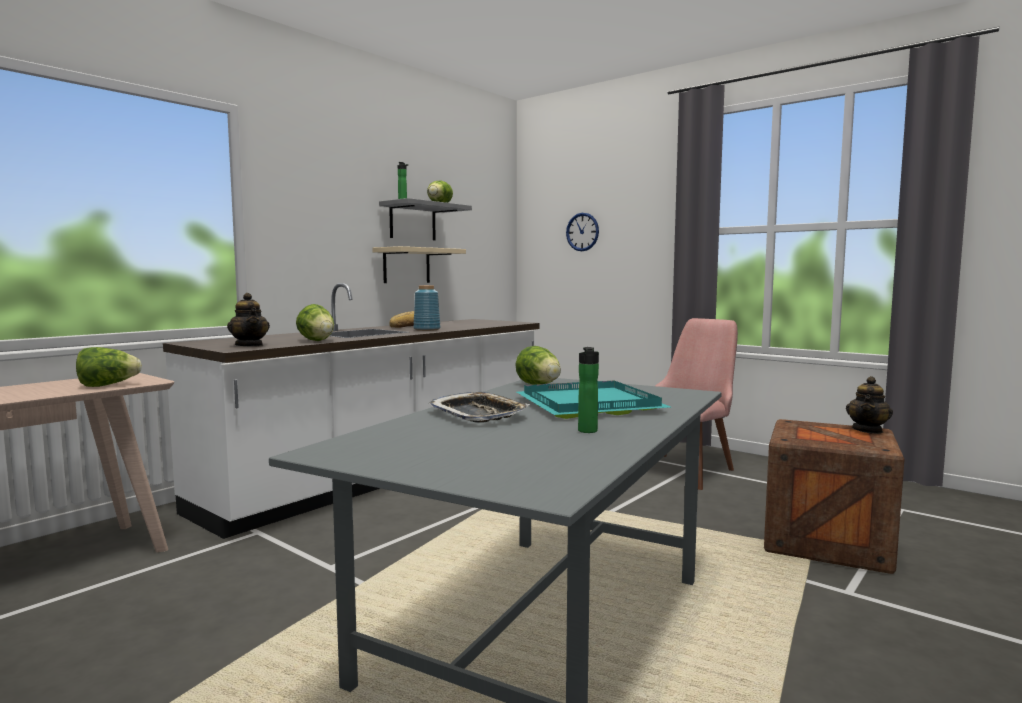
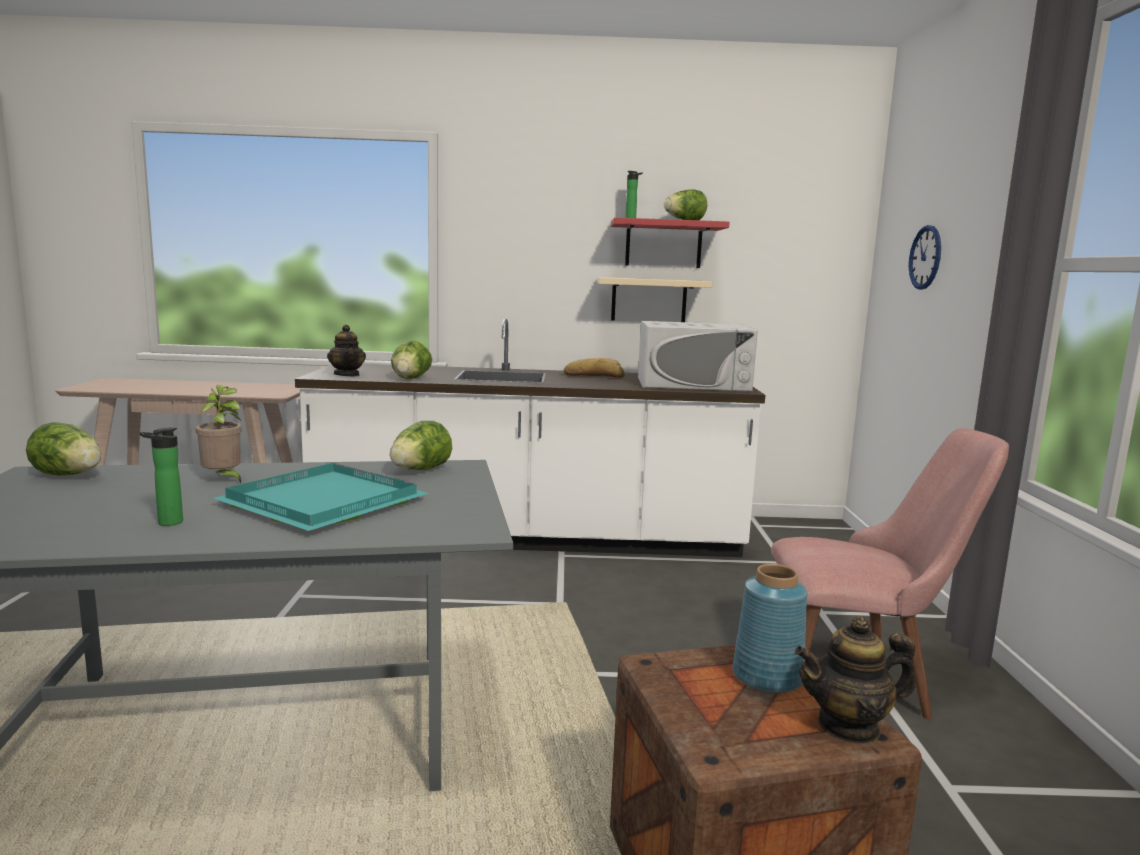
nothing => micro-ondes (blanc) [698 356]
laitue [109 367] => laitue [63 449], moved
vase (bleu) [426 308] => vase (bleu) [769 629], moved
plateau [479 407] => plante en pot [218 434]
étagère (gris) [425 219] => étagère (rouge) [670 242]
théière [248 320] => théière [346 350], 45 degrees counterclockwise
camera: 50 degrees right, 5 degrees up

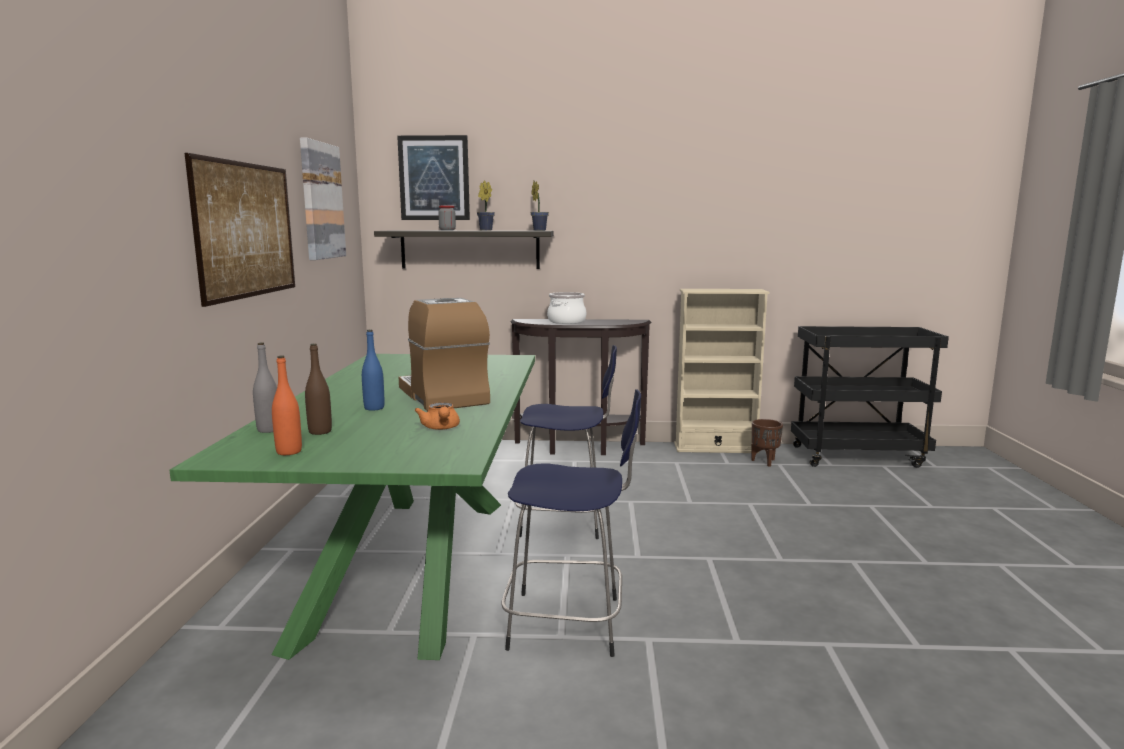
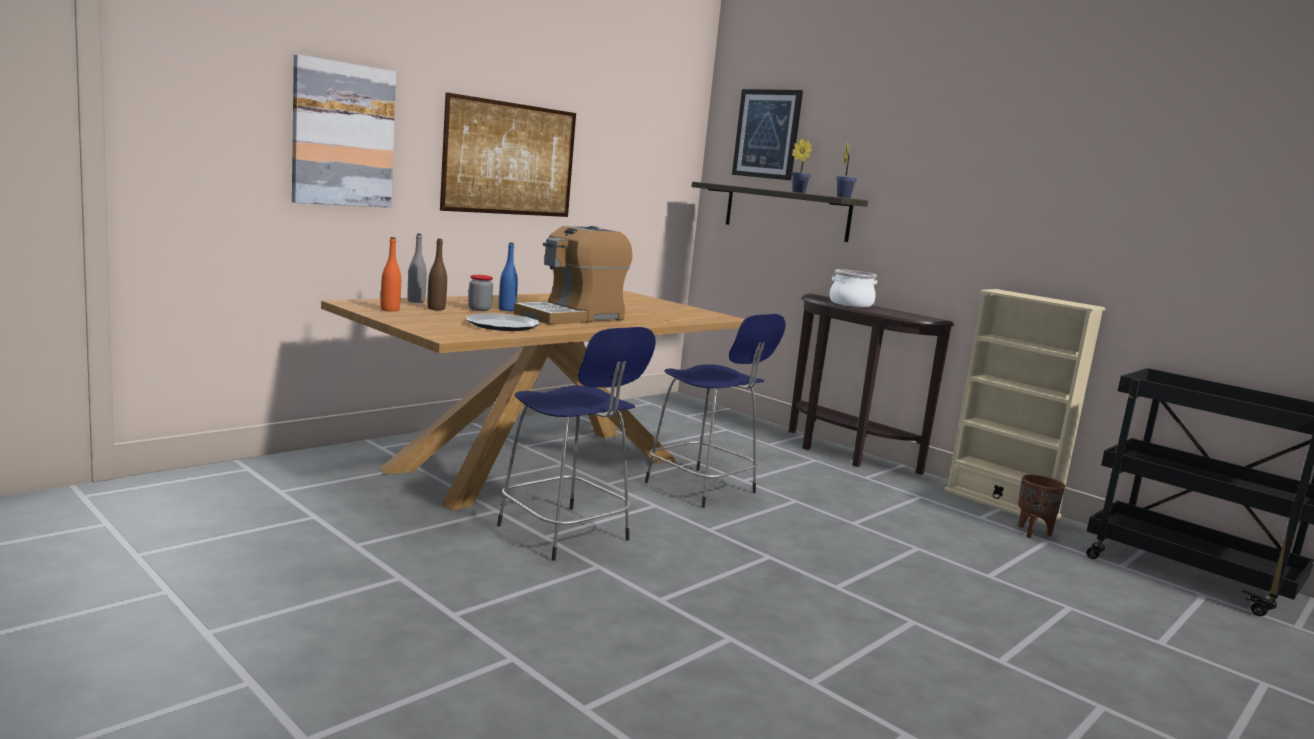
tableau [323 199] => tableau [344 131], moved
bocal [447 218] => bocal [480 293], moved
théière (orange) [437 416] => assiette [503 322]
table à manger (vert) [352 507] => table à manger (marron) [533 401]
machine à café [444 354] => machine à café [573 275], 150 degrees counterclockwise
camera: 40 degrees right, 0 degrees up

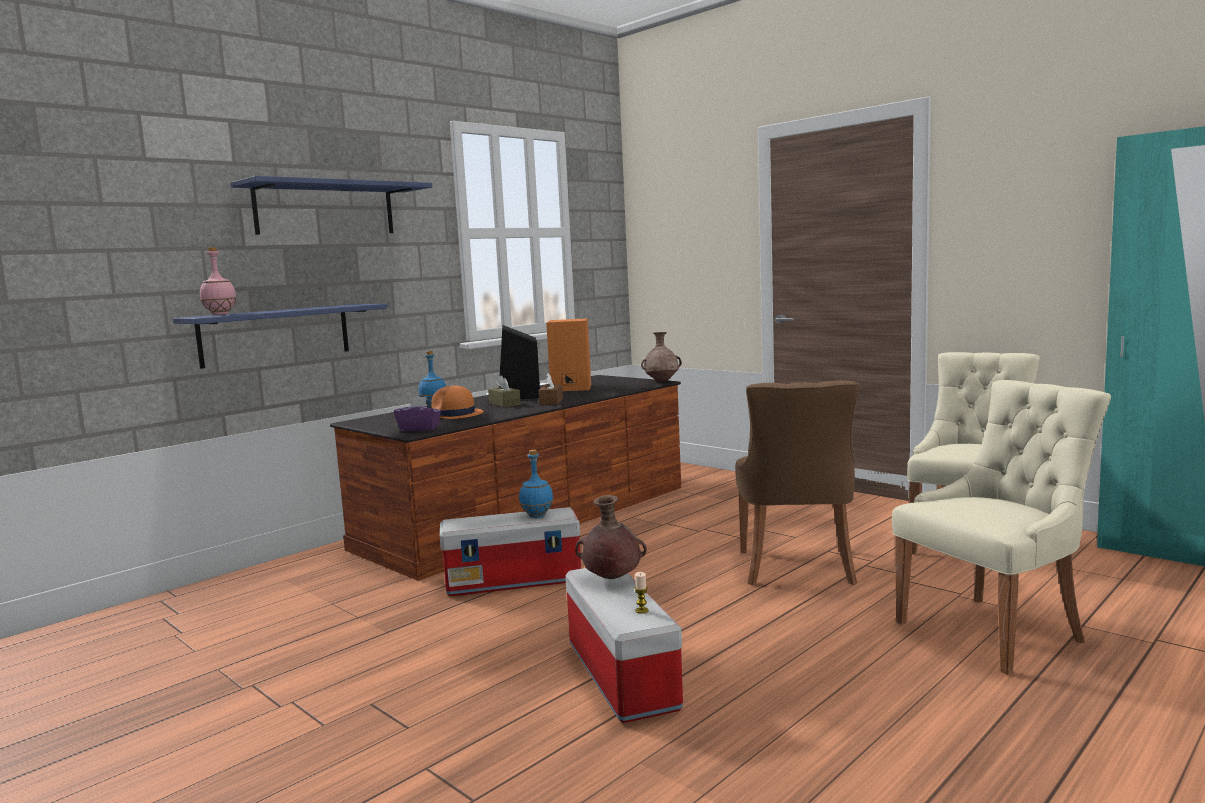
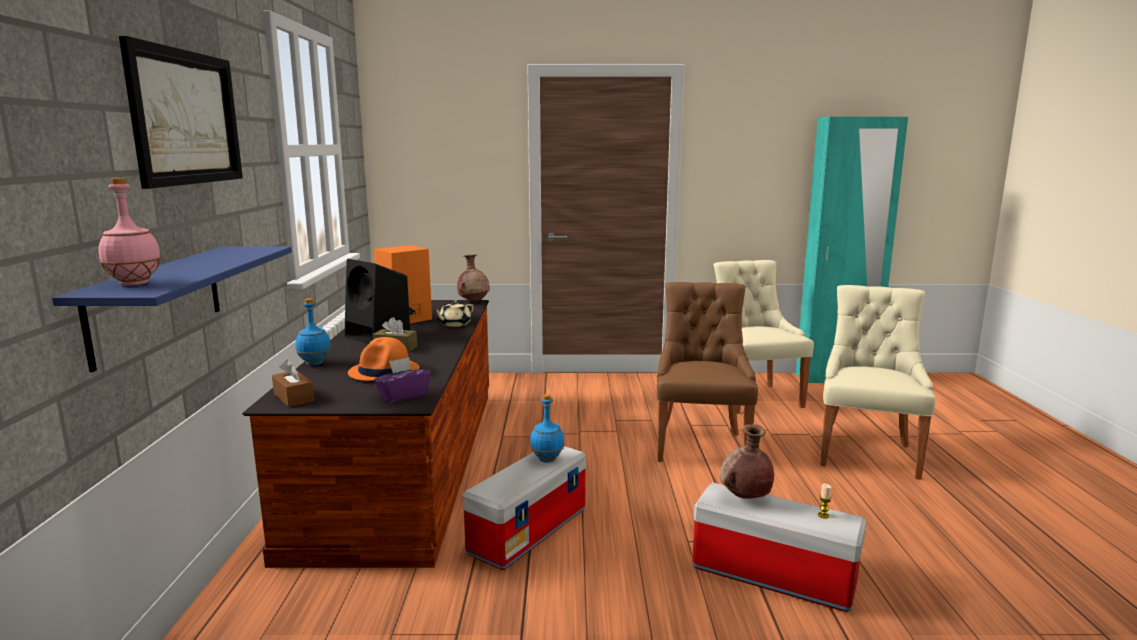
nothing => théière (beige) [453 313]
boîte à mouchoirs (marron) [551 389] => boîte à mouchoirs (marron) [293 383], moved
étagère (bleu) [331 205] => tableau [181 112]
chaise (marron) [797 482] => chaise (marron) [707 372], 135 degrees counterclockwise
camera: 45 degrees left, 5 degrees up

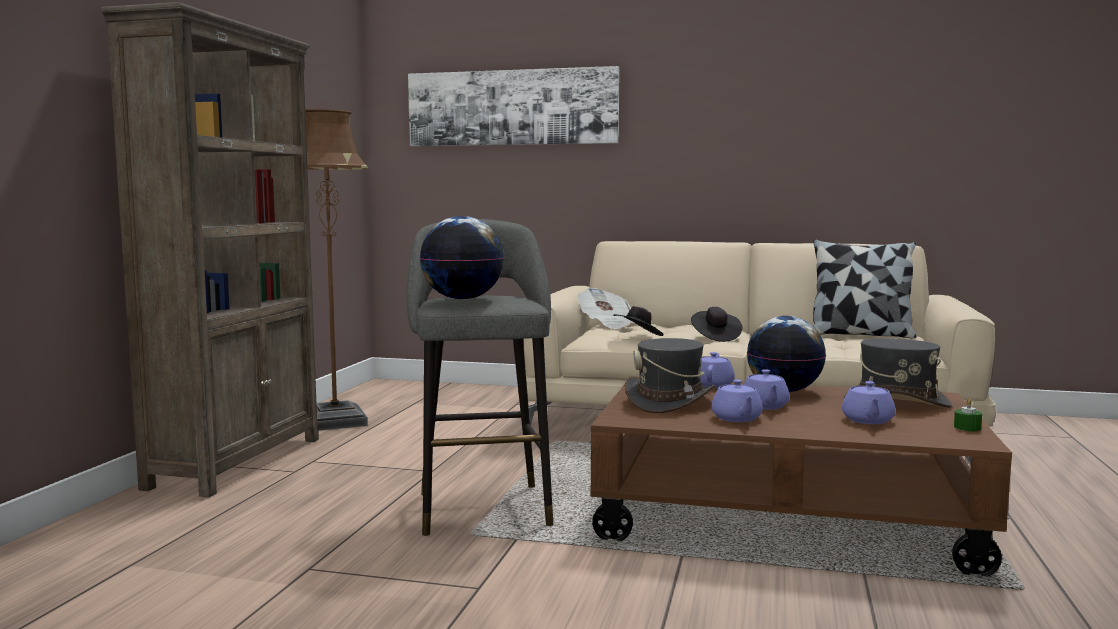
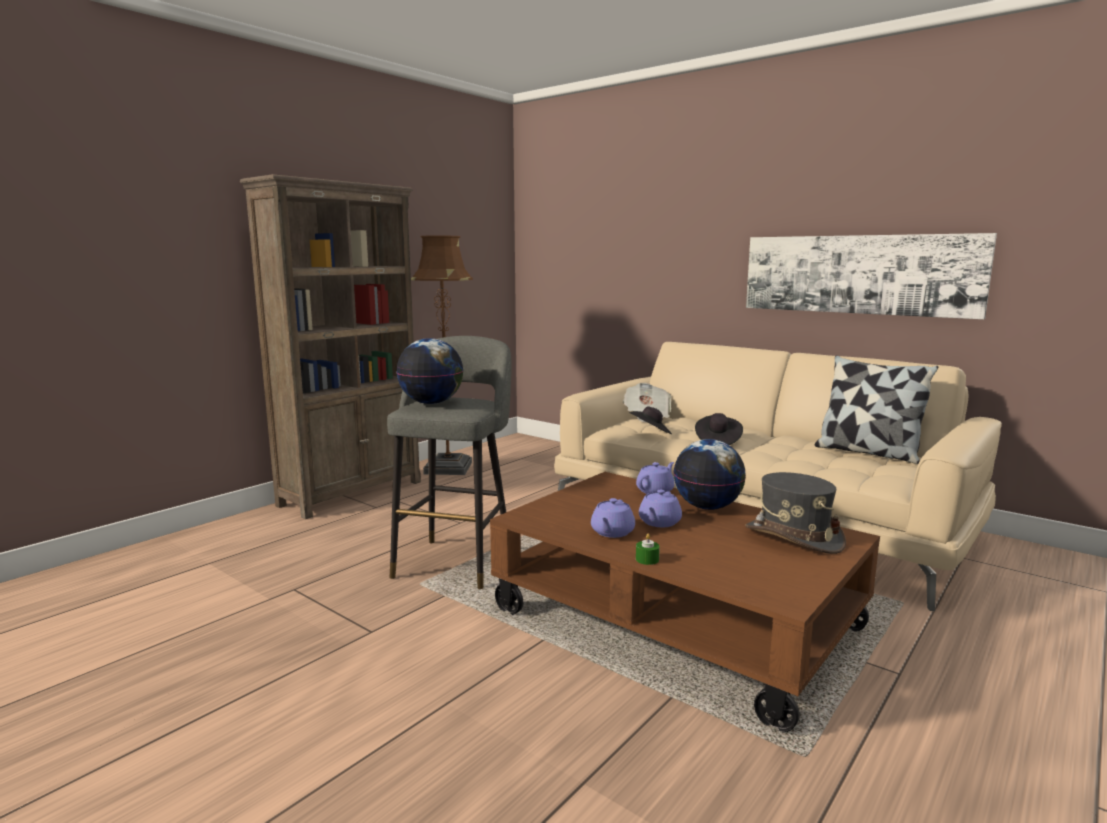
chapeau (gris) [670 375] => nothing
théière (violet) [869 402] => nothing
tableau [513 106] => tableau [871 276], moved
bougie (vert) [968 415] => bougie (vert) [648 549], moved
camera: 25 degrees right, 5 degrees up

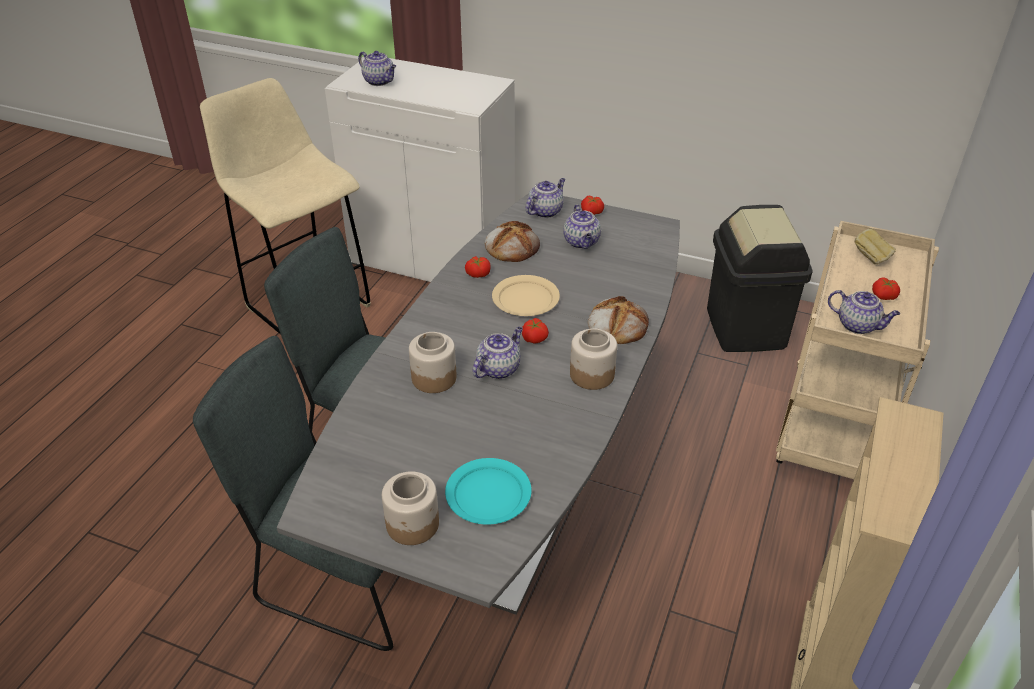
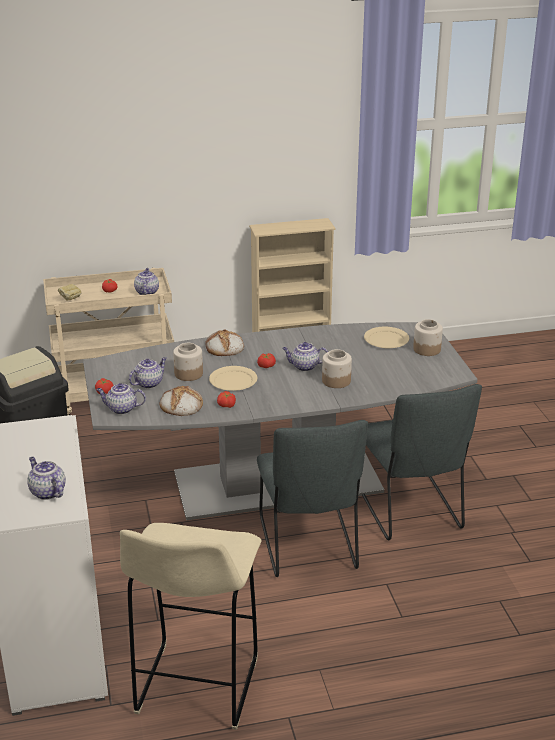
bocal [593 359] => bocal [188 362], moved
assiette (turquoise) [488 491] => assiette (beige) [386 337]
théière [377 68] => théière [46 478], 45 degrees counterclockwise
camera: 125 degrees left, 10 degrees down

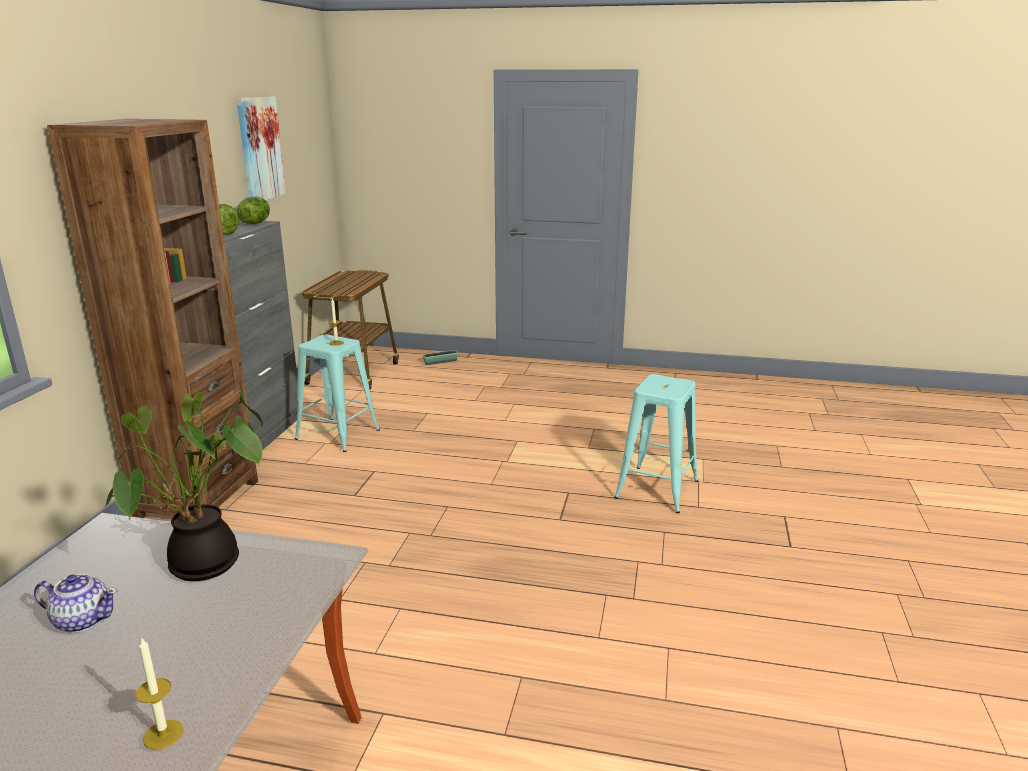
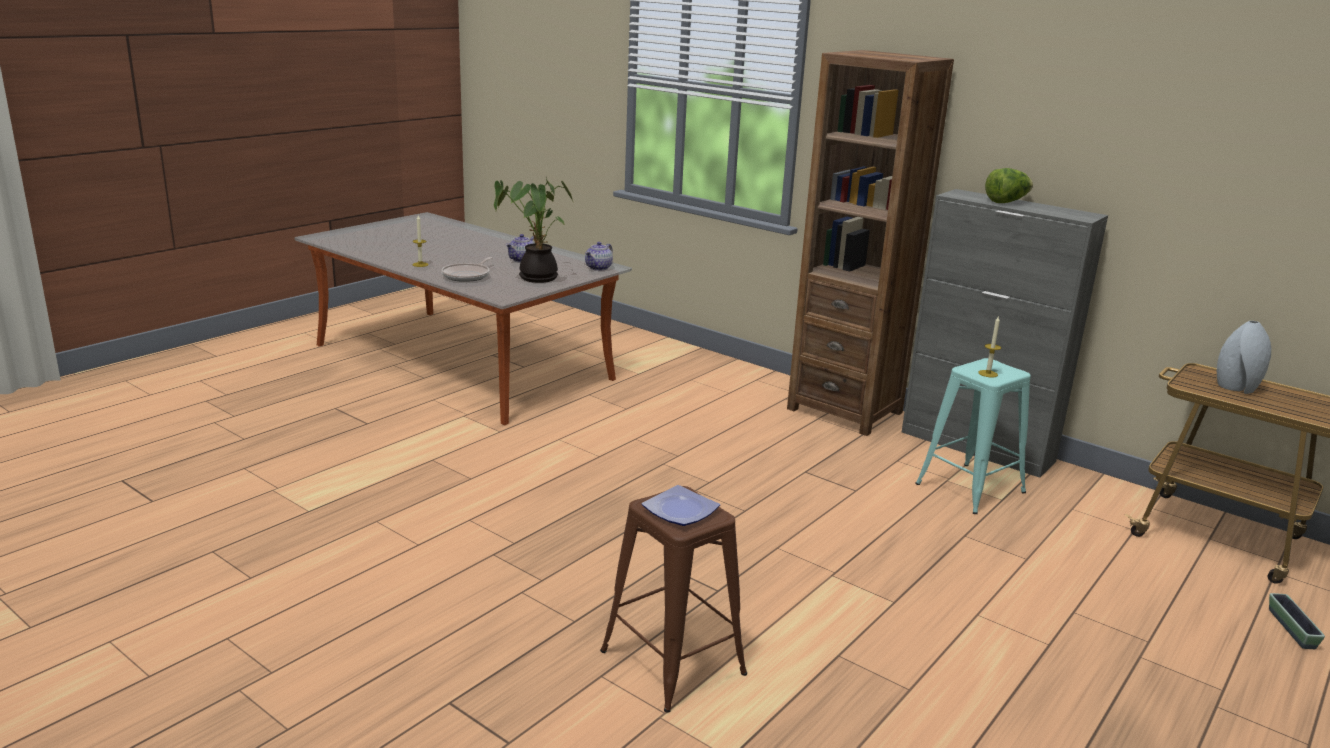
tableau [261 148] => nothing
laitue [253 210] => nothing
nothing => poêle [467 269]
nothing => théière [599 256]
nothing => assiette [681 505]
nothing => vase (gris) [1244 357]
tabouret (turquoise) [656 443] => tabouret (marron) [673 599]
camera: 115 degrees right, 0 degrees up

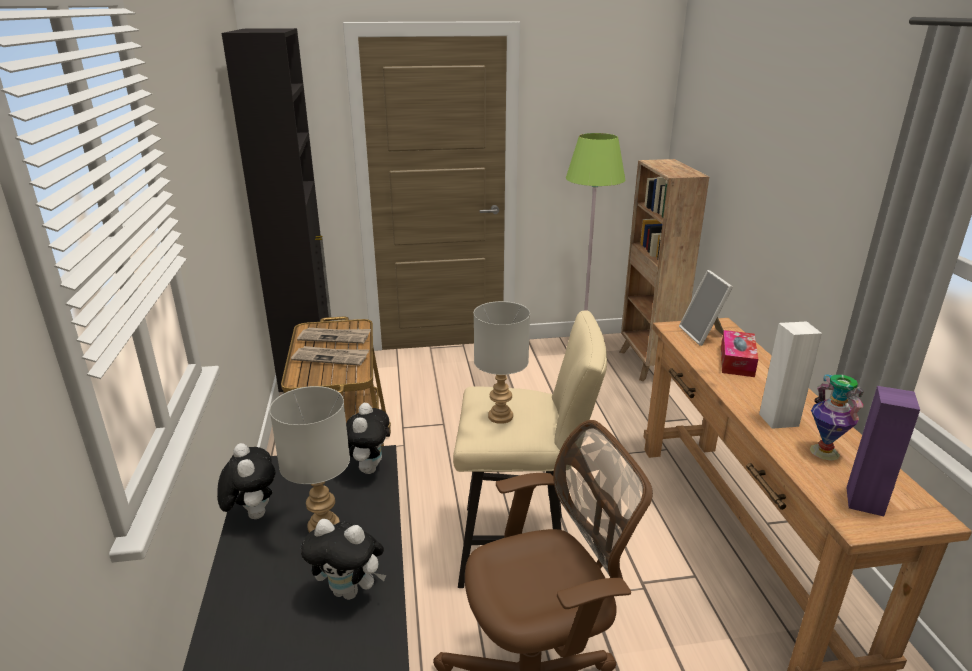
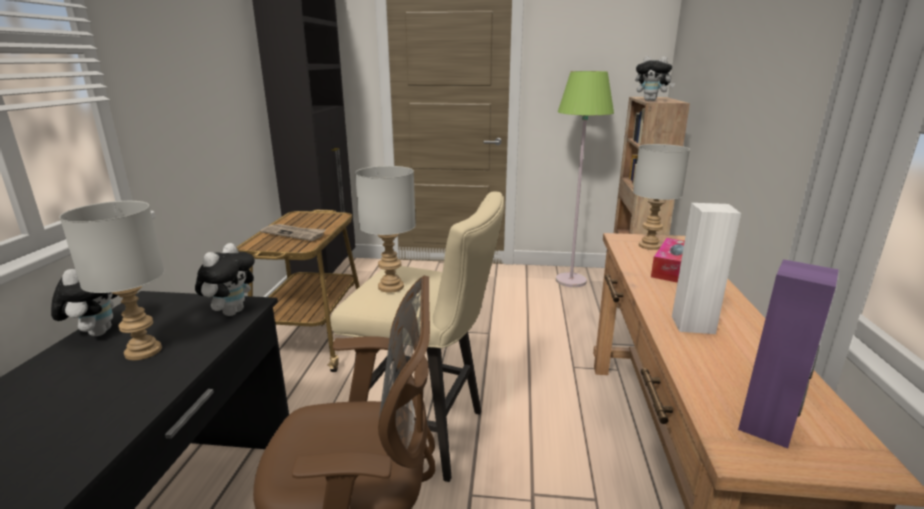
journal [334 336] => nothing
vase [836 417] => nothing
peluche [343 559] => peluche [655 78], moved
cadre photo [706 308] => lampe de table (gris) [661 197]
camera: 15 degrees right, 5 degrees down

